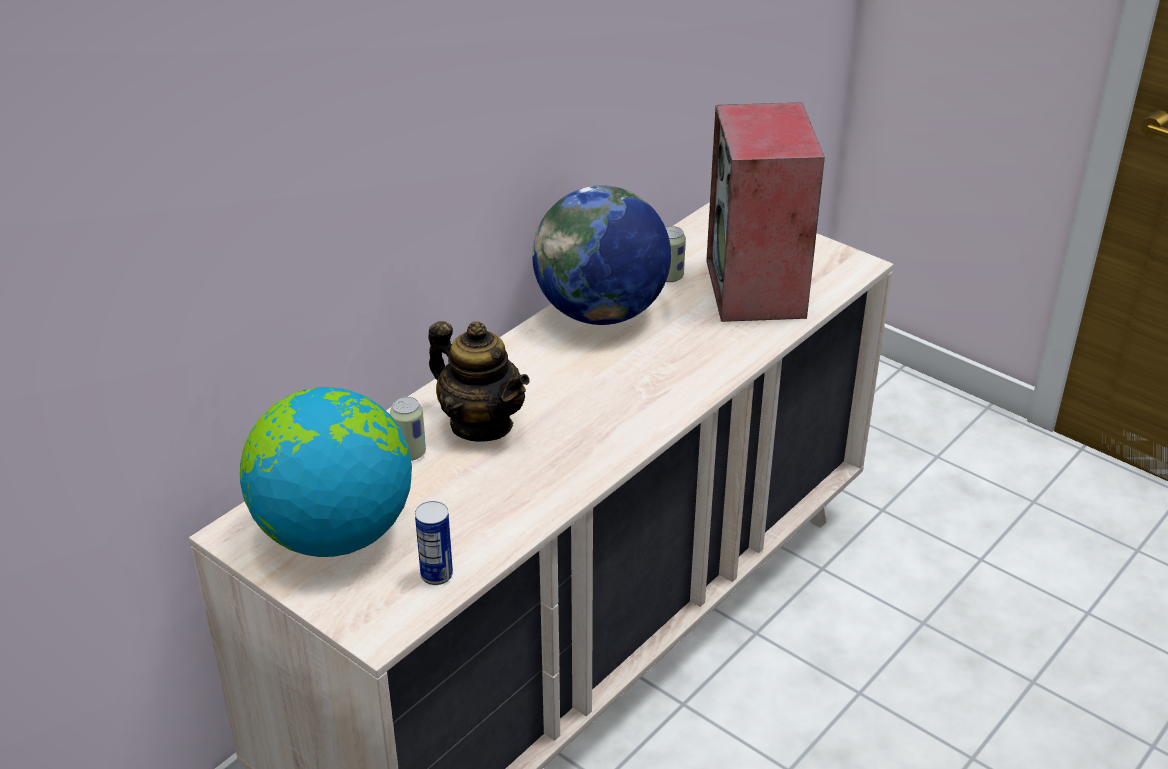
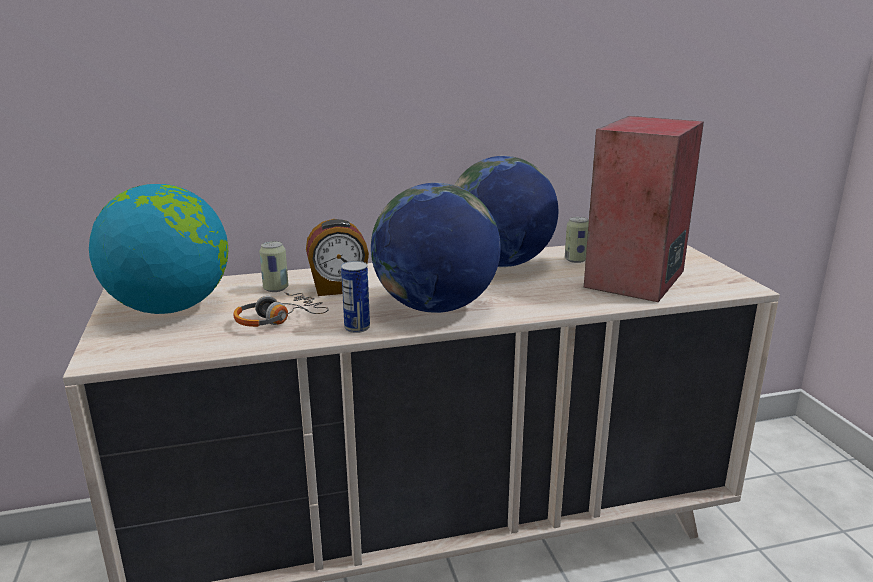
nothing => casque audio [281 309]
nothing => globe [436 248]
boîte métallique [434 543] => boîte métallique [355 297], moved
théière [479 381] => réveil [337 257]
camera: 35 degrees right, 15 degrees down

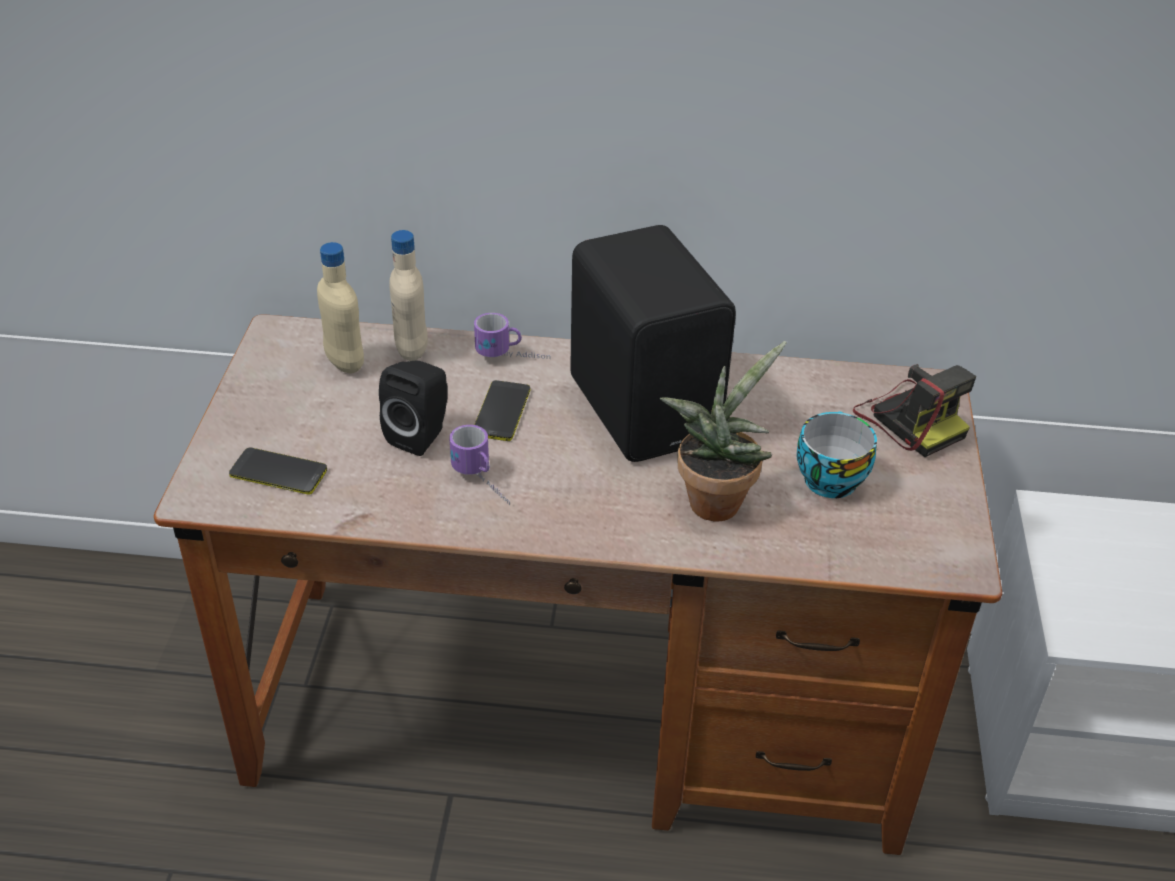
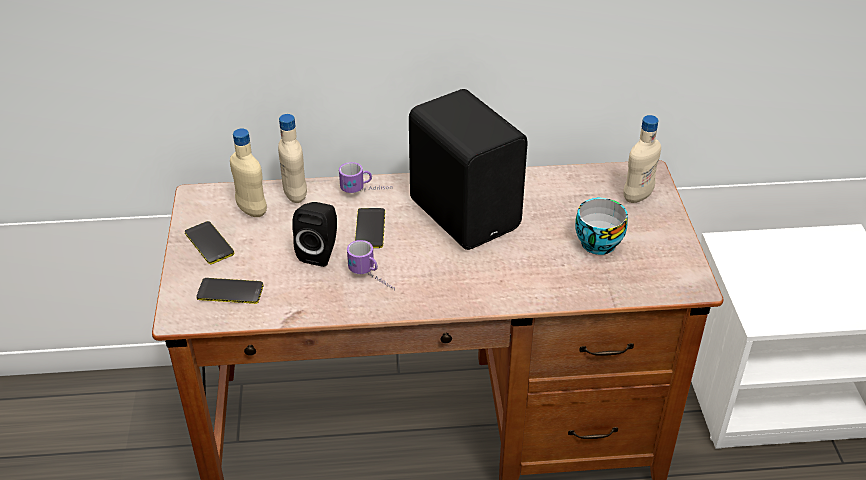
plante en pot [723 431] => nothing
nothing => téléphone [209 242]
appareil photo [914 410] => bouteille (beige) [642 159]
camera: 10 degrees left, 0 degrees up

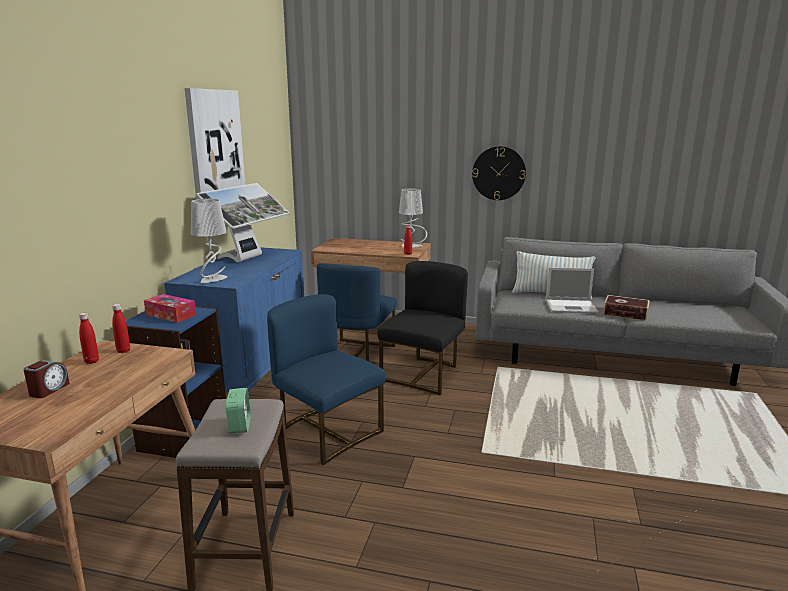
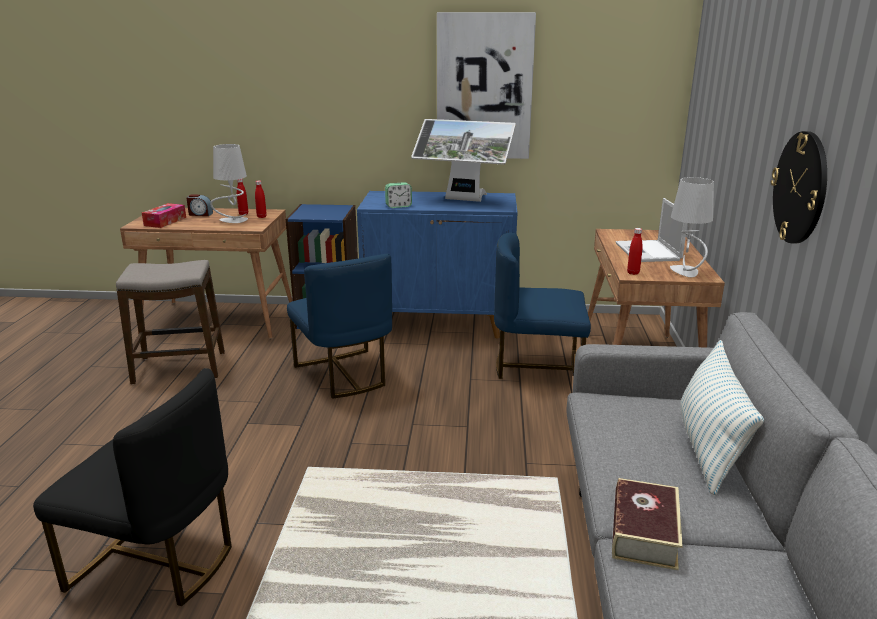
boîte à mouchoirs [170 308] => boîte à mouchoirs [164 215], moved
lampe de table (gris) [209 241] => lampe de table (gris) [229 183], moved
réveil [238 411] => réveil [398 195], moved
chaise (noir) [422 328] => chaise (noir) [132 487], moved
ordinateur portable [572 290] => ordinateur portable [652 230], moved
chaise (bleu) [326 379] => chaise (bleu) [339 326], 120 degrees clockwise
camera: 80 degrees right, 5 degrees up

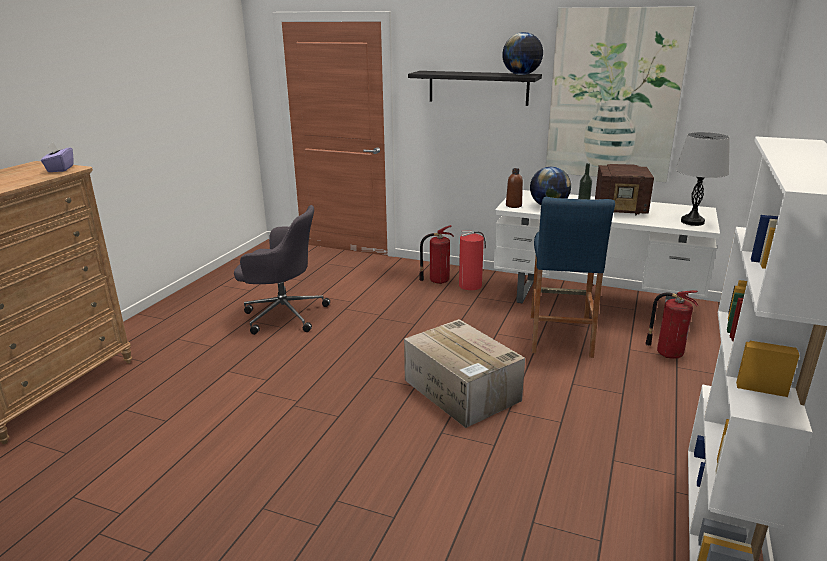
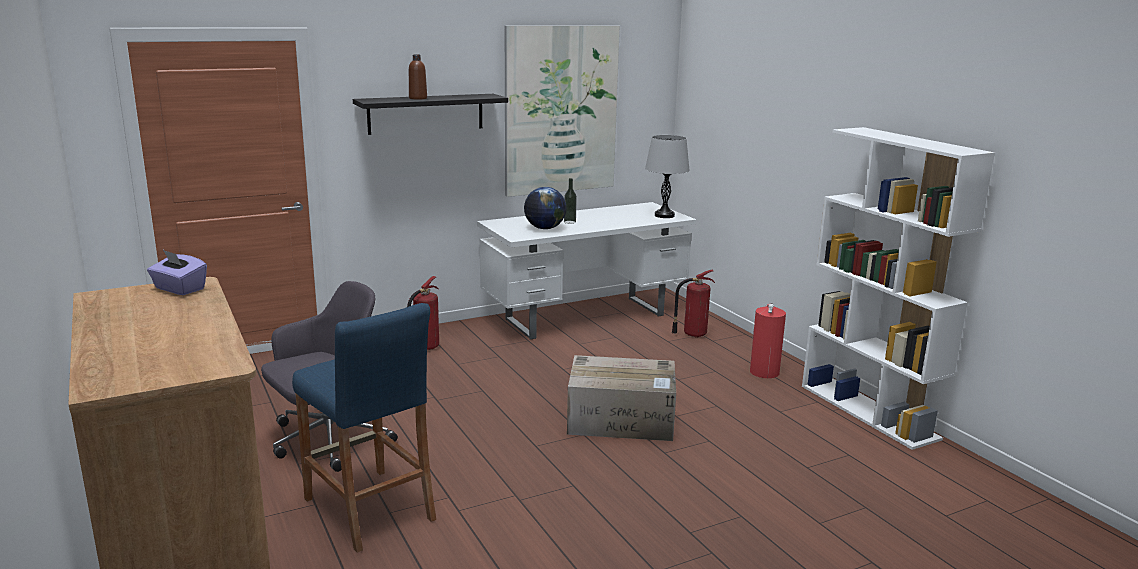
globe [522 53] => nothing
radio [624 189] => nothing
extincteur [472 260] => extincteur [768 340], moved
bouteille (marron) [514 188] => bouteille (marron) [418 77], moved
tabouret (bleu) [573 277] => tabouret (bleu) [364 428], moved
camera: 50 degrees left, 5 degrees down

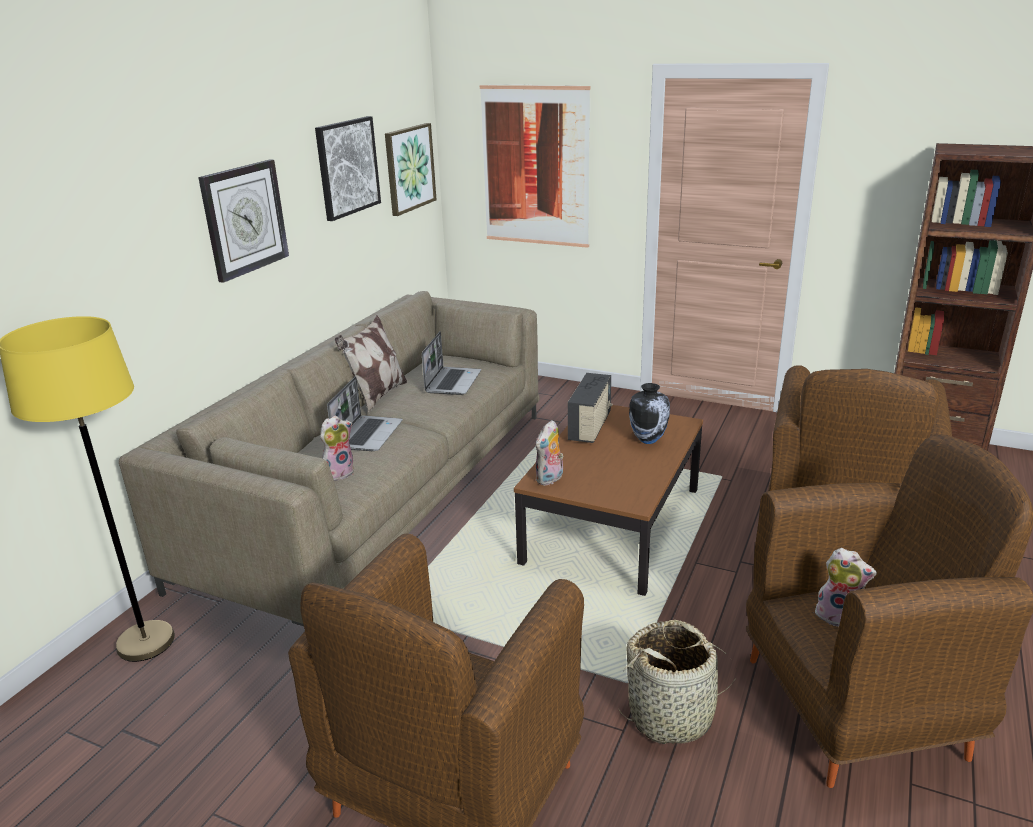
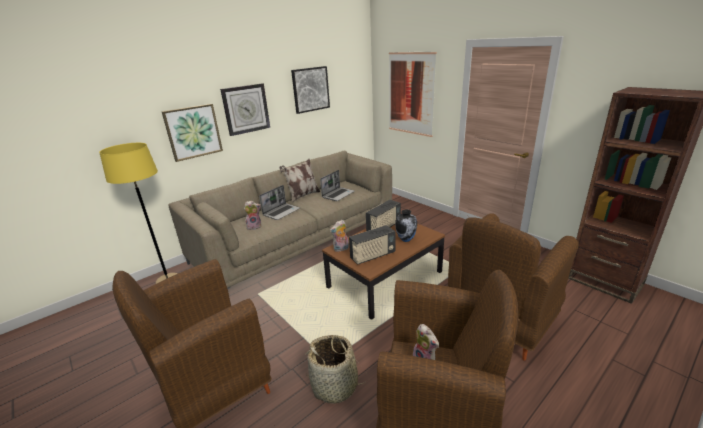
nothing => radio [372 245]
tableau [411 169] => tableau [192 133], moved
camera: 25 degrees right, 0 degrees up

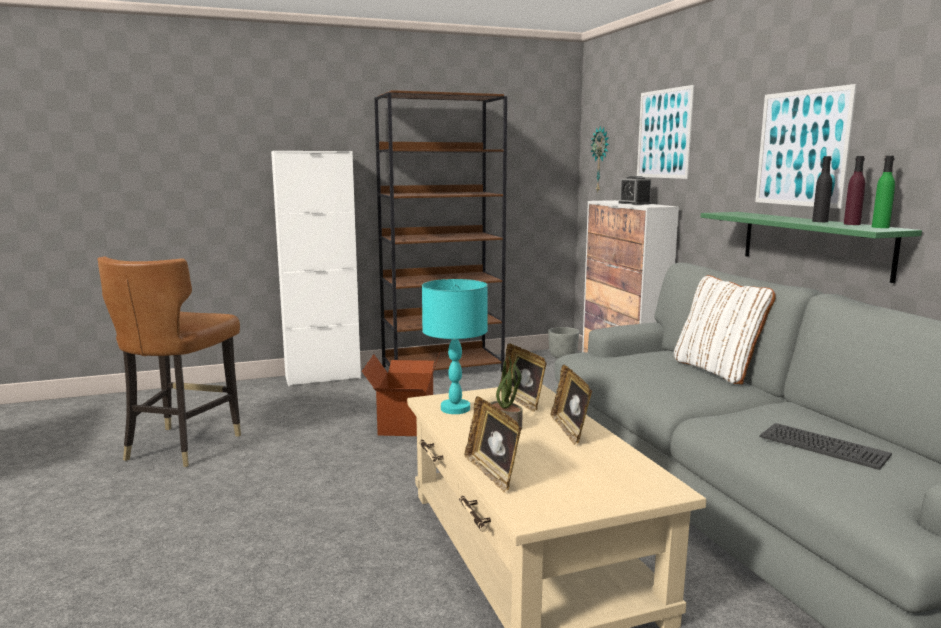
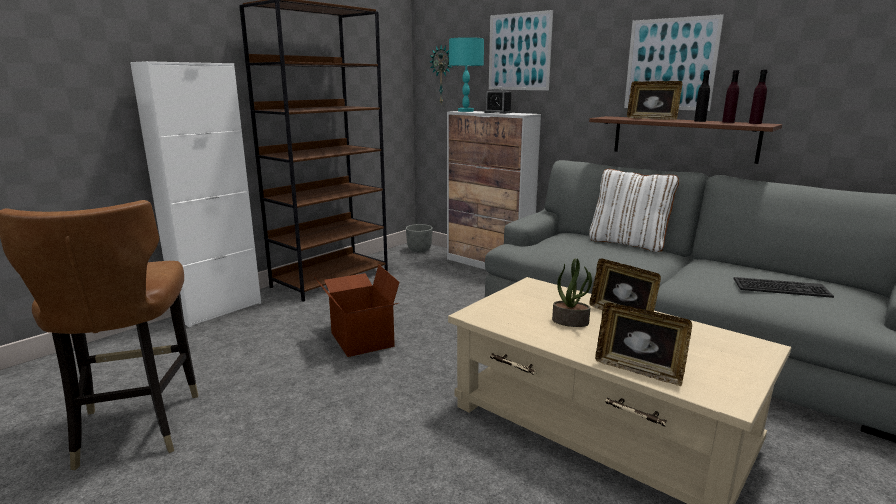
lampe de table (turquoise) [455 346] => lampe de table (turquoise) [466 74], moved
cadre photo [523 377] => cadre photo [654 100], moved
étagère (vert) [811 247] => étagère (marron) [685 140]
bouteille (vert) [883 192] => bouteille (violet) [758 97]
camera: 30 degrees left, 5 degrees up

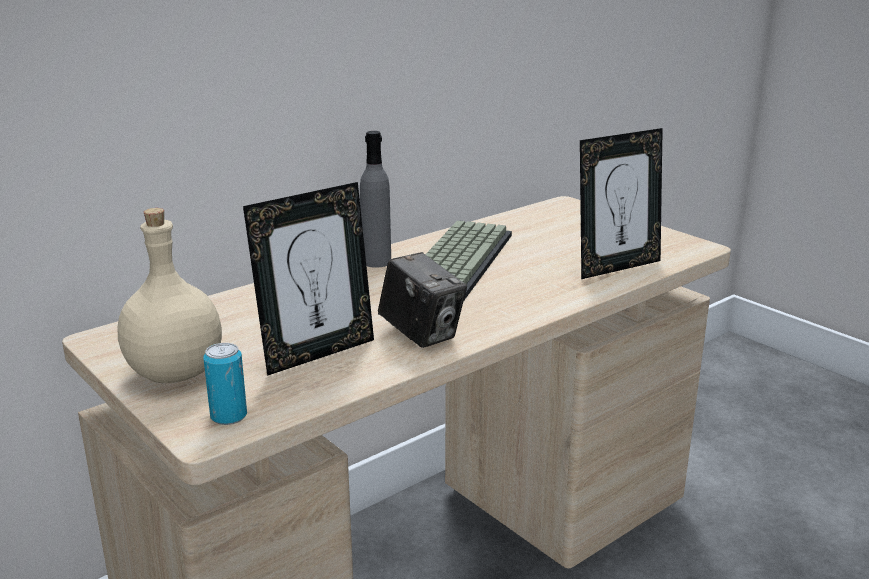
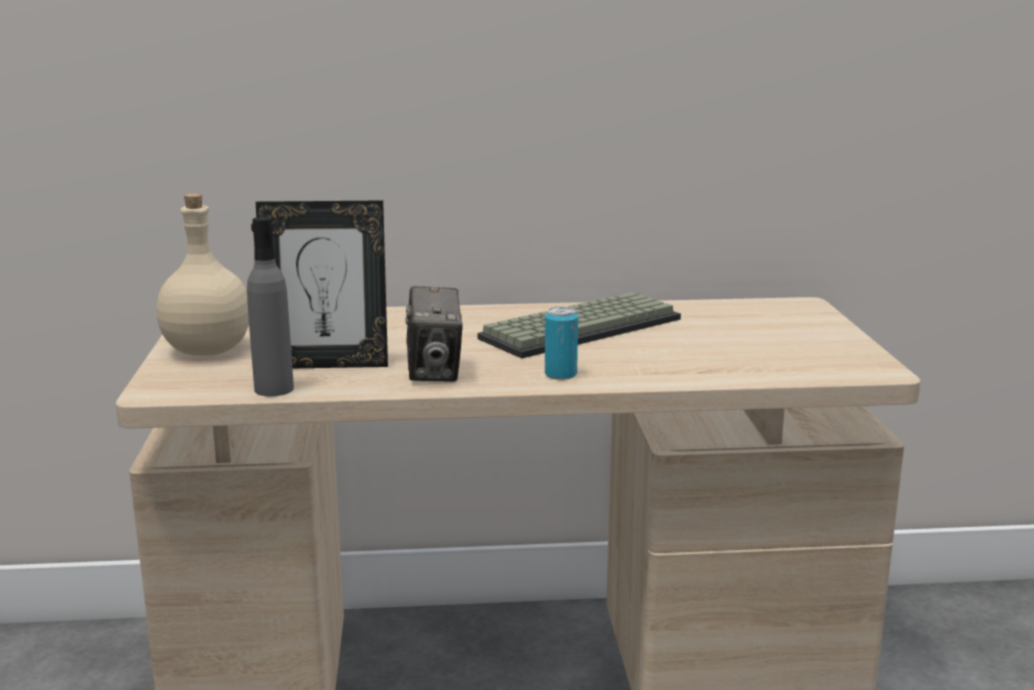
cadre photo [621 203] => nothing
boîte métallique [225 384] => boîte métallique [561 343], moved
bouteille (gris) [375 199] => bouteille (gris) [270 306], moved
camera: 35 degrees right, 5 degrees down

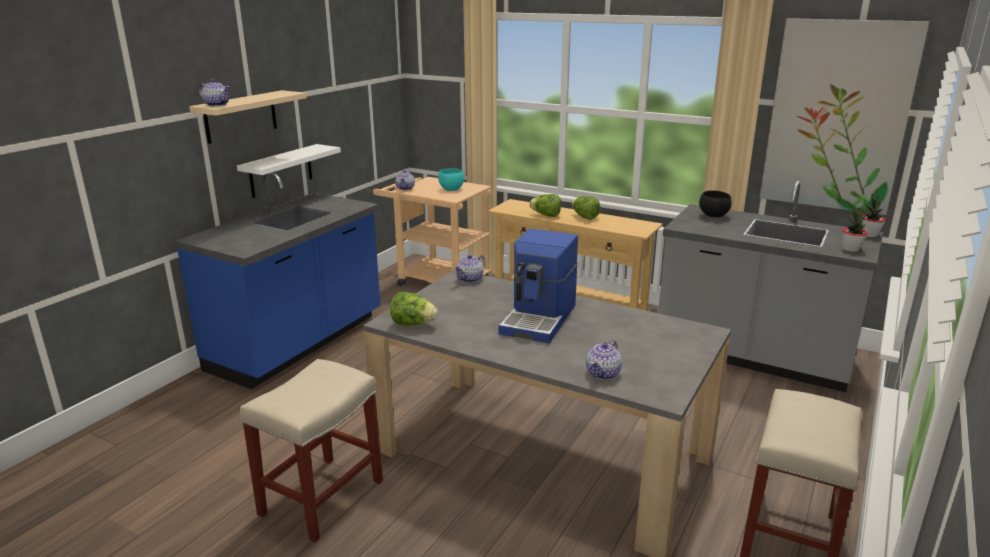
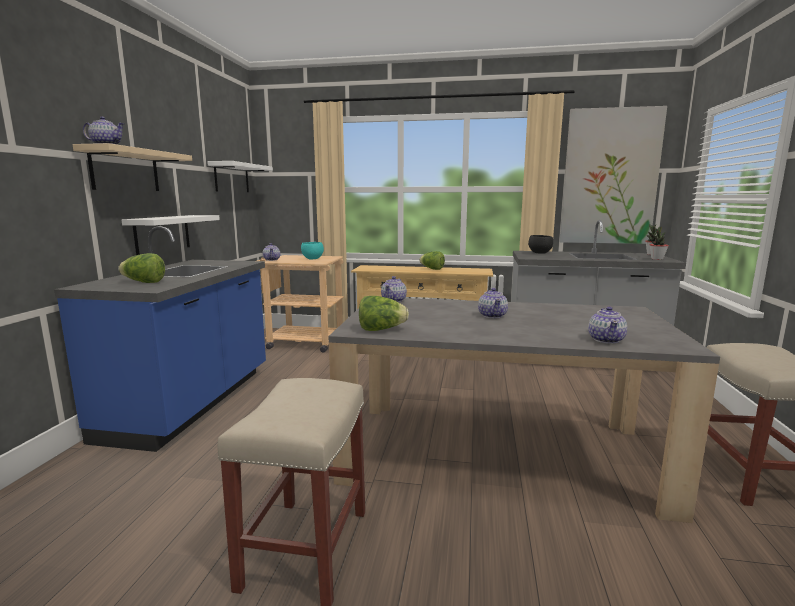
nothing => étagère (blanc) [240 176]
laitue [545 205] => laitue [141 268], moved
machine à café [538 286] => théière [493 303]
camera: 20 degrees left, 10 degrees down

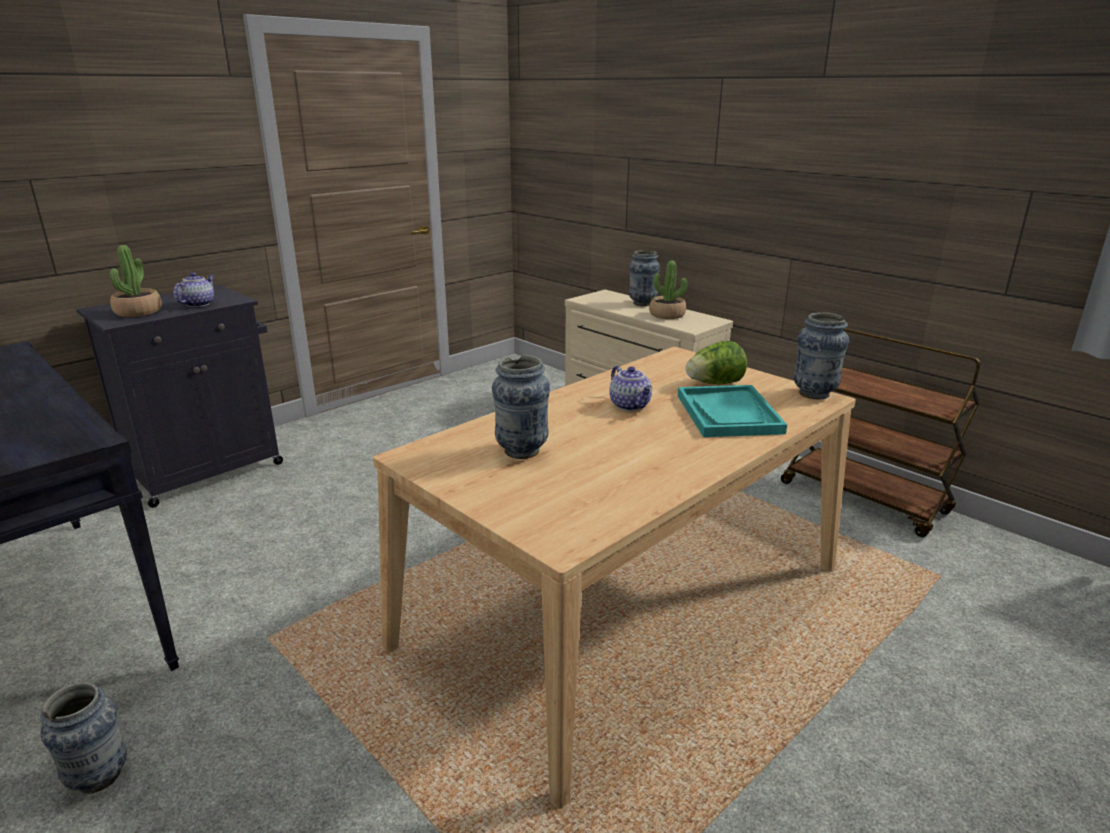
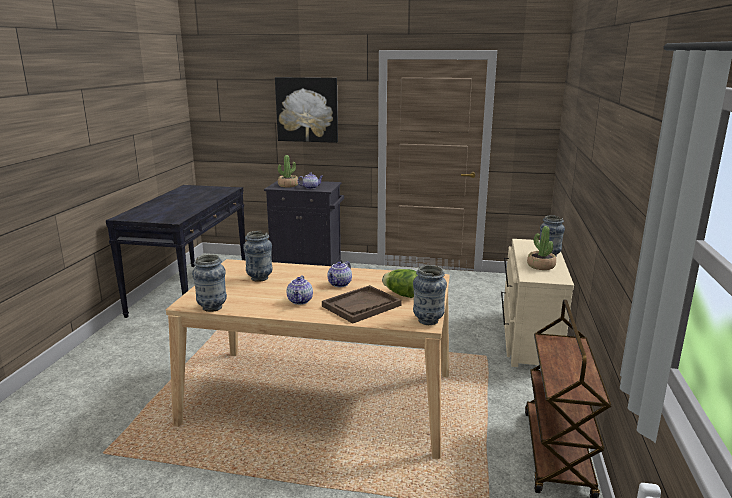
nothing => tableau [306 110]
nothing => théière [300 290]
vase [83 738] => vase [209 283], moved
plateau (turquoise) [732 411] => plateau (marron) [361 304]
camera: 55 degrees right, 5 degrees down

